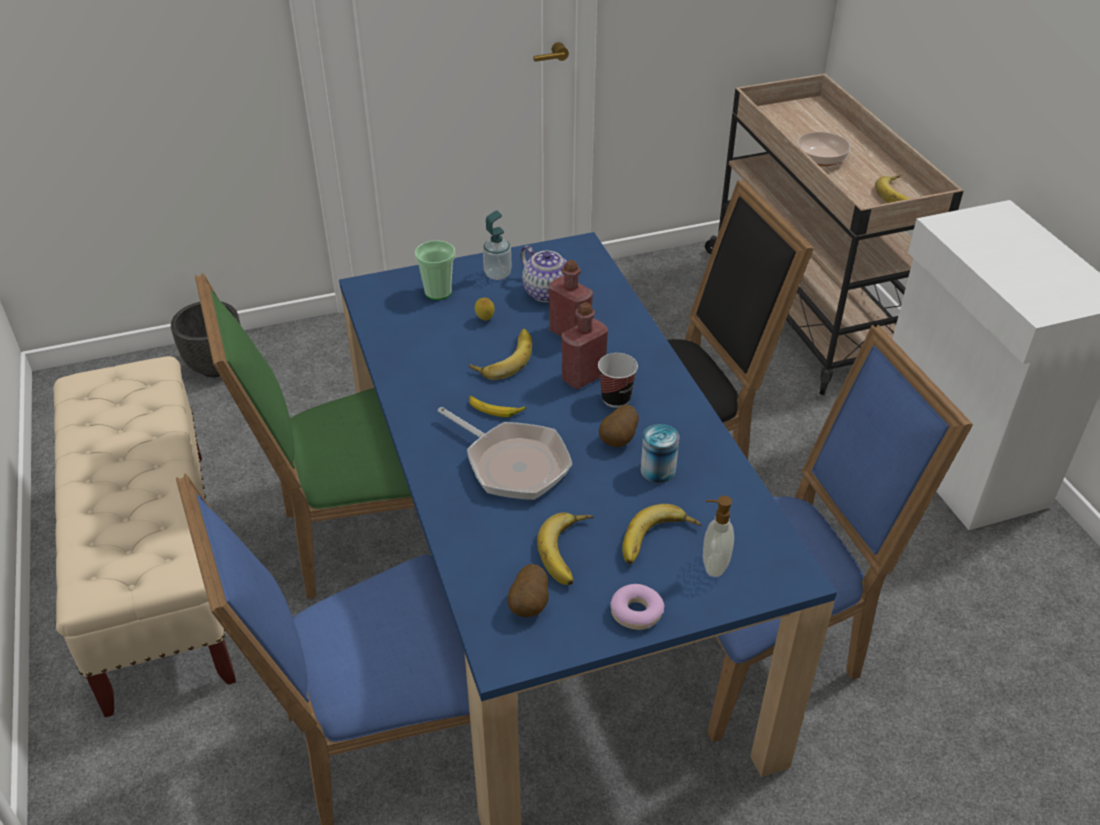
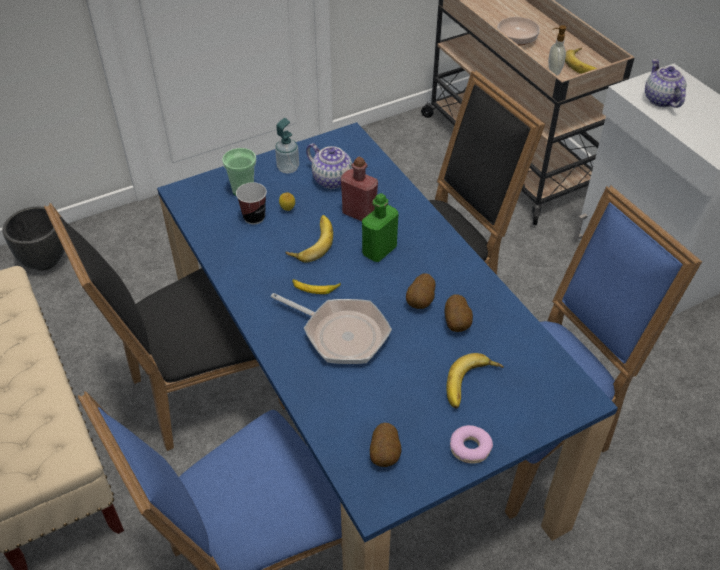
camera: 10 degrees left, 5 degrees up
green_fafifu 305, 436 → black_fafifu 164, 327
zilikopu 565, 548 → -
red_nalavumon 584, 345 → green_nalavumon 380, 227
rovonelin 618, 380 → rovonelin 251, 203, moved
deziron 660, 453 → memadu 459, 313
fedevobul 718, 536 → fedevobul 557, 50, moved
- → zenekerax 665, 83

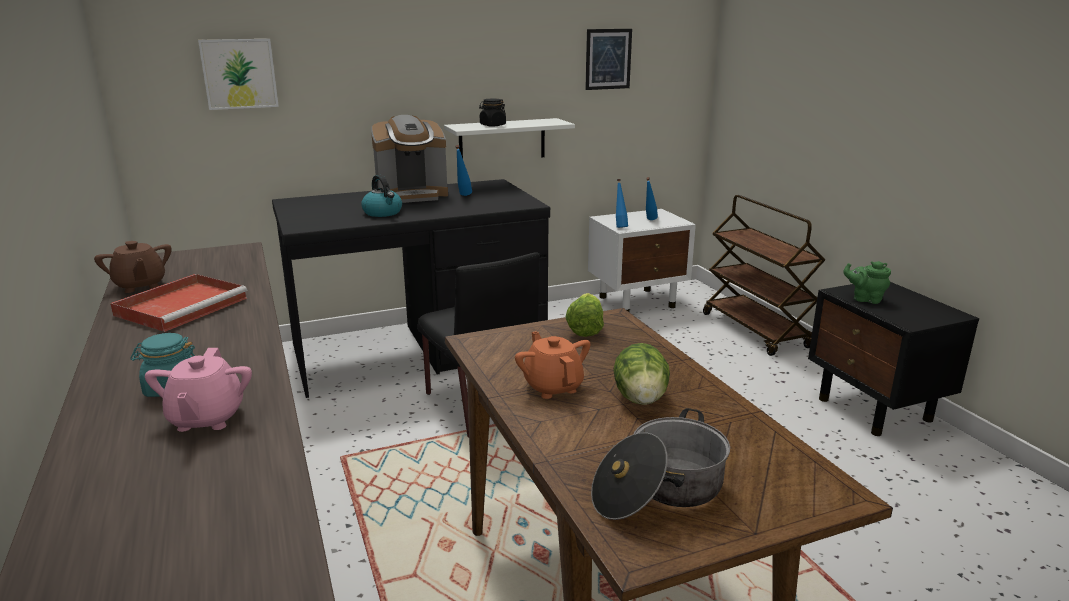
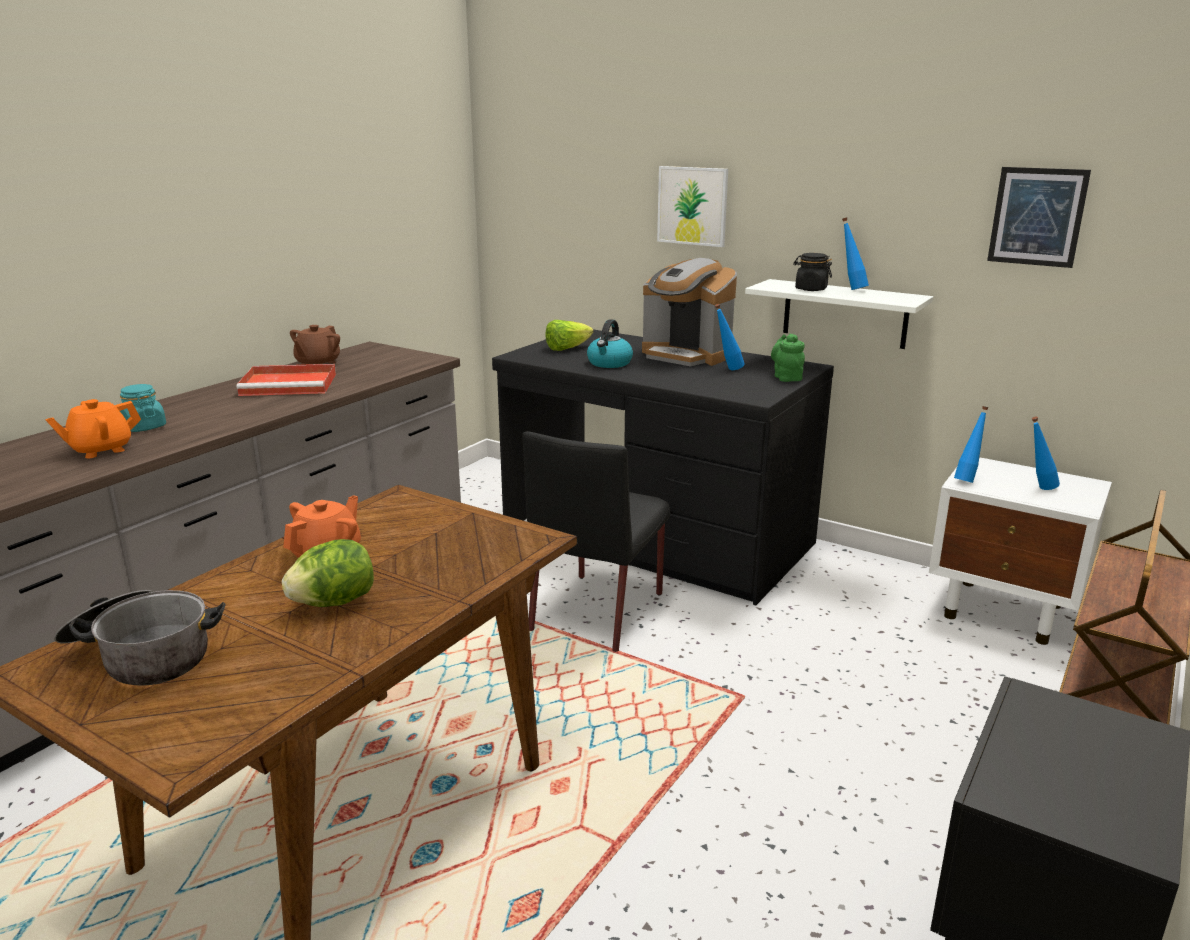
camera: 55 degrees right, 0 degrees up
pink_zenekerax 198, 390 → orange_zenekerax 93, 428
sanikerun 238, 74 → sanikerun 692, 206, moved
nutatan 584, 315 → nutatan 569, 335, moved
green_zenekerax 867, 282 → green_zenekerax 788, 357, moved
- → blue_nalavumon 855, 253

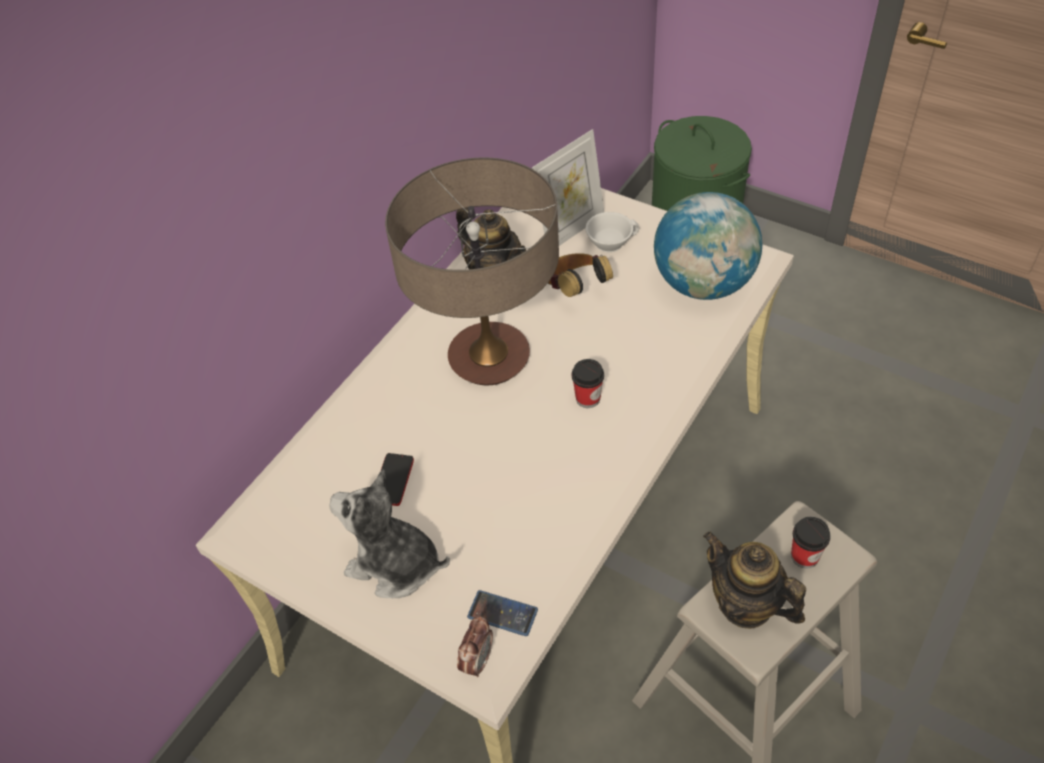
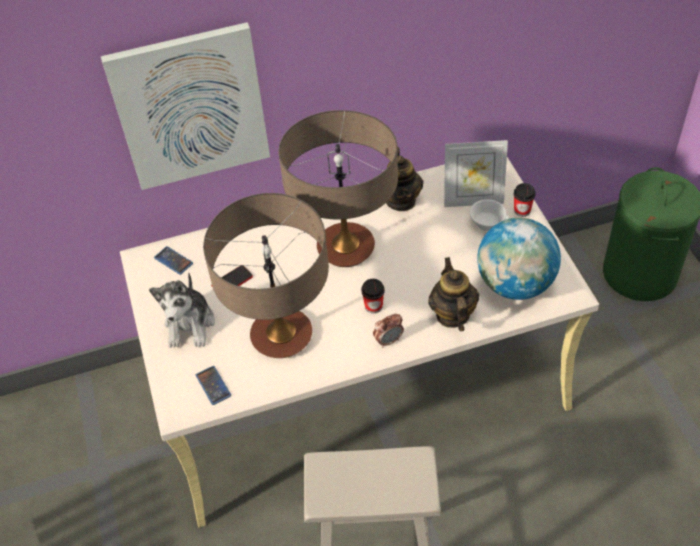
camera: 40 degrees right, 0 degrees up
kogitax 389, 533 → kogitax 182, 310, 150 degrees counterclockwise
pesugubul 475, 646 → pesugubul 388, 331, moved
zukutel 580, 275 → -
zenekerax 754, 580 → zenekerax 453, 294, moved
rovonelin 811, 542 → rovonelin 525, 200, moved
- → sanikerun 185, 106
- → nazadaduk 173, 260
- → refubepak 266, 275

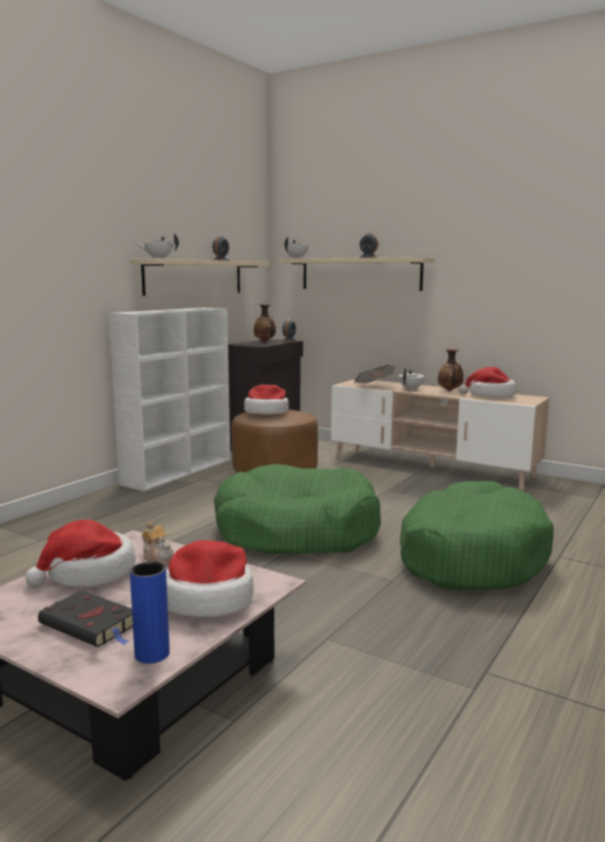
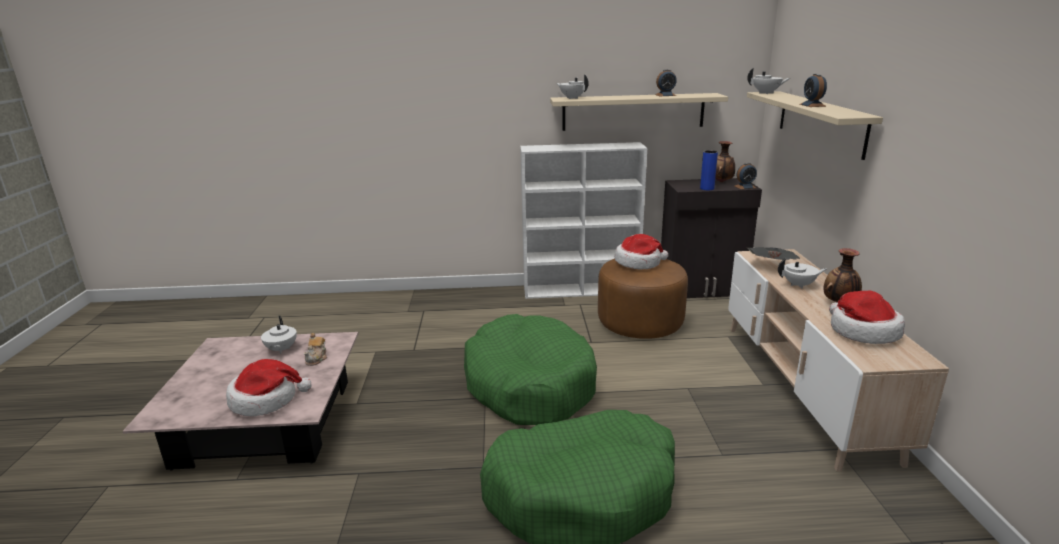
camera: 55 degrees right, 10 degrees up
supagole 80, 553 → white_zenekerax 279, 335
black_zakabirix 85, 618 → -
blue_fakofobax 150, 612 → blue_fakofobax 709, 170, moved

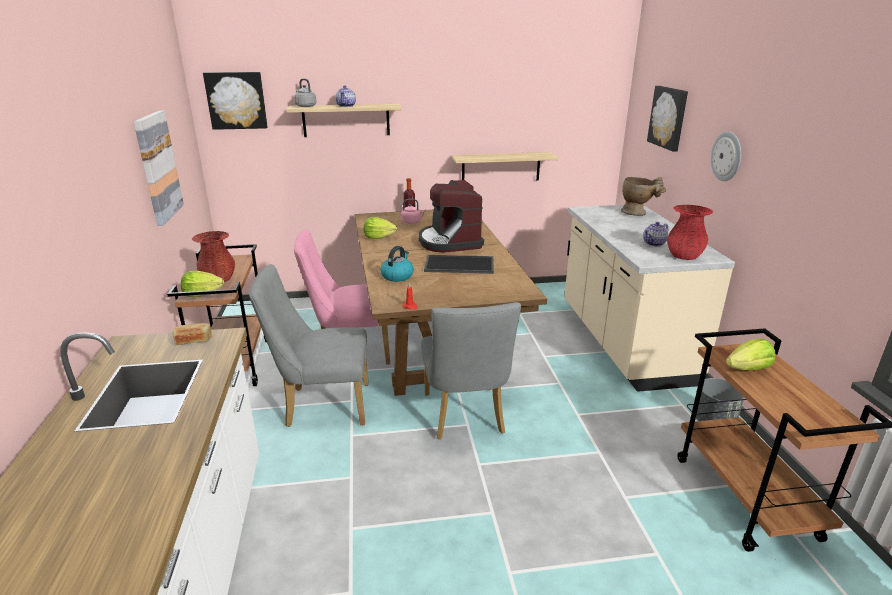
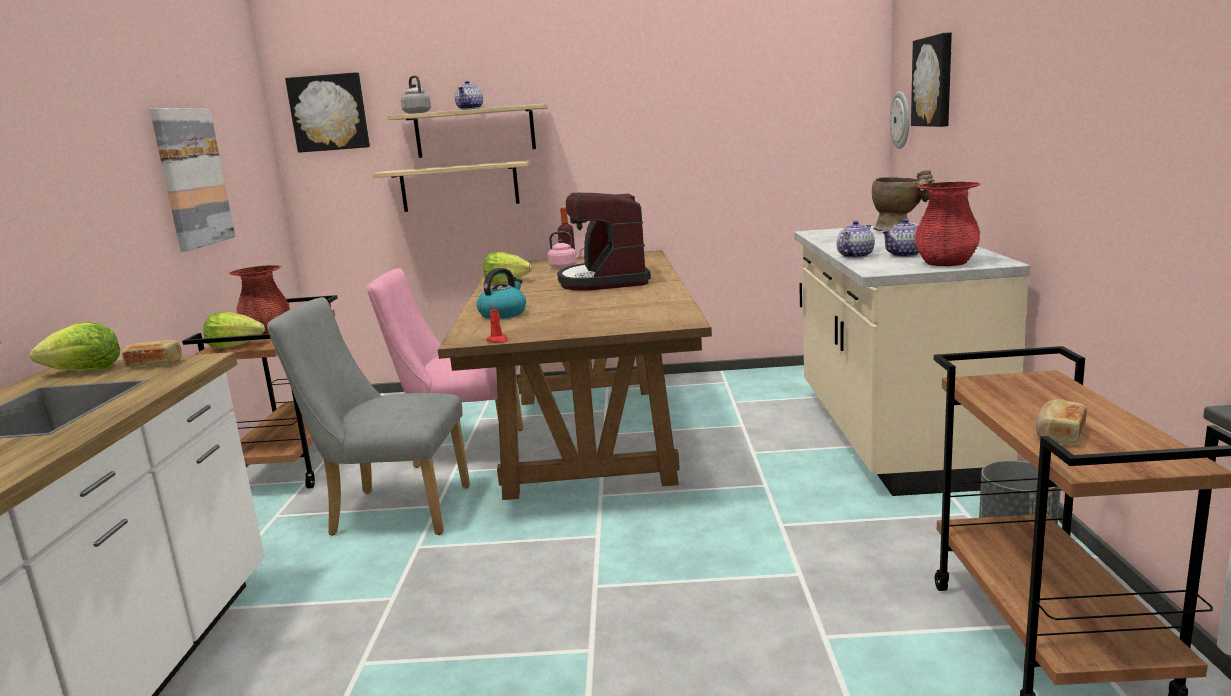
camera: 10 degrees right, 10 degrees down
grey_fafifu 471, 371 → -
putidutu 459, 264 → -
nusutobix 505, 166 → nusutobix 452, 186, moved
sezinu 726, 156 → sezinu 900, 120, moved
nutatan 751, 354 → nutatan 75, 346, moved
- → zenekerax 856, 239
- → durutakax 1061, 421

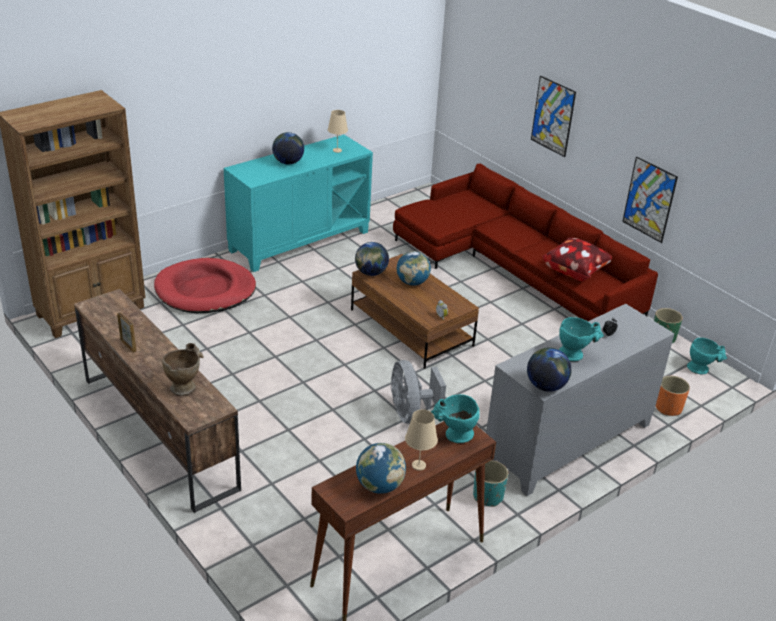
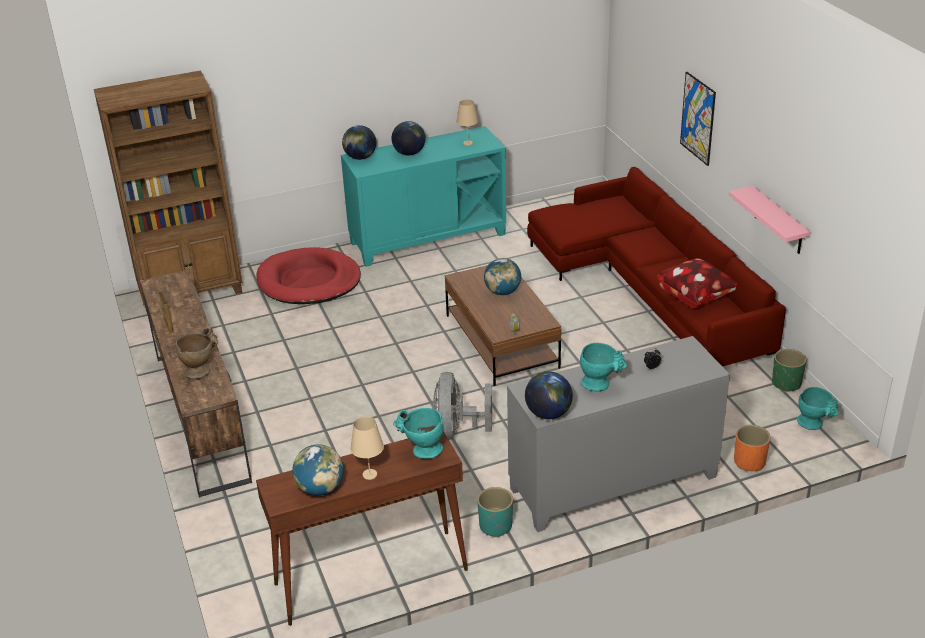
camera: 20 degrees right, 0 degrees up
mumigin 372, 259 → mumigin 359, 142, moved
sanikerun 650, 200 → pink_nusutobix 770, 220

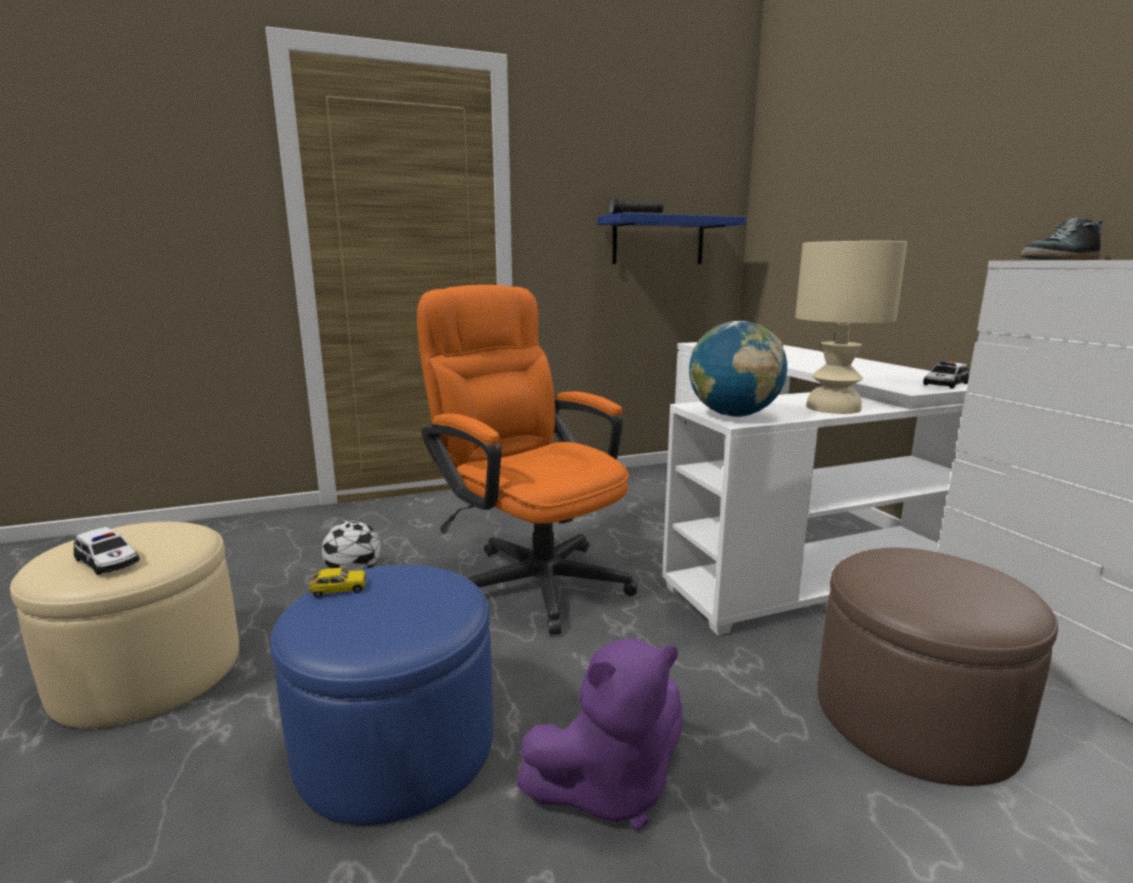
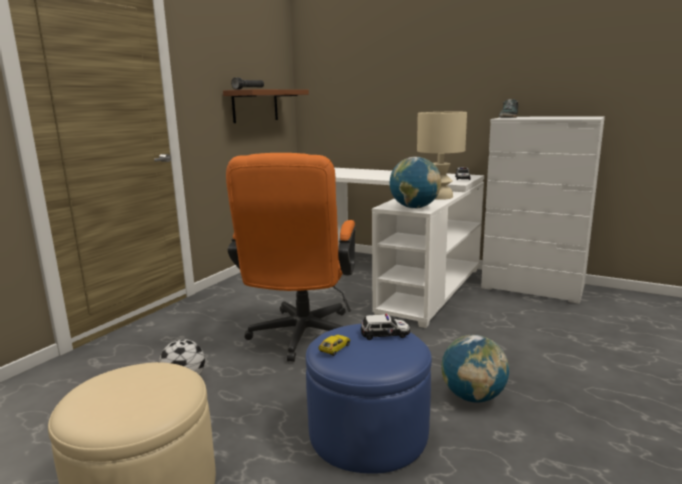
camera: 40 degrees left, 0 degrees up
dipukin 107, 551 → dipukin 385, 327, moved
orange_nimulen 527, 459 → orange_nimulen 291, 257, 90 degrees counterclockwise
purple_kogitax 599, 734 → mumigin 475, 368
blue_nusutobix 672, 238 → brown_nusutobix 266, 106
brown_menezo 937, 667 → -

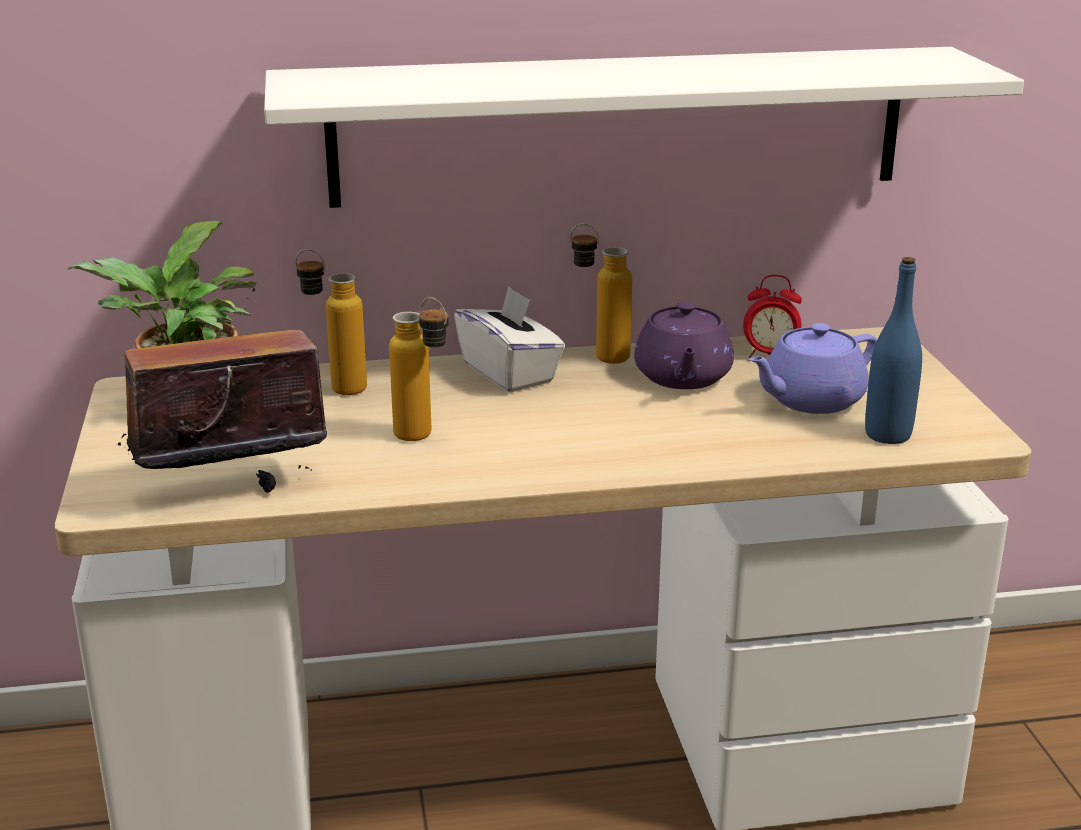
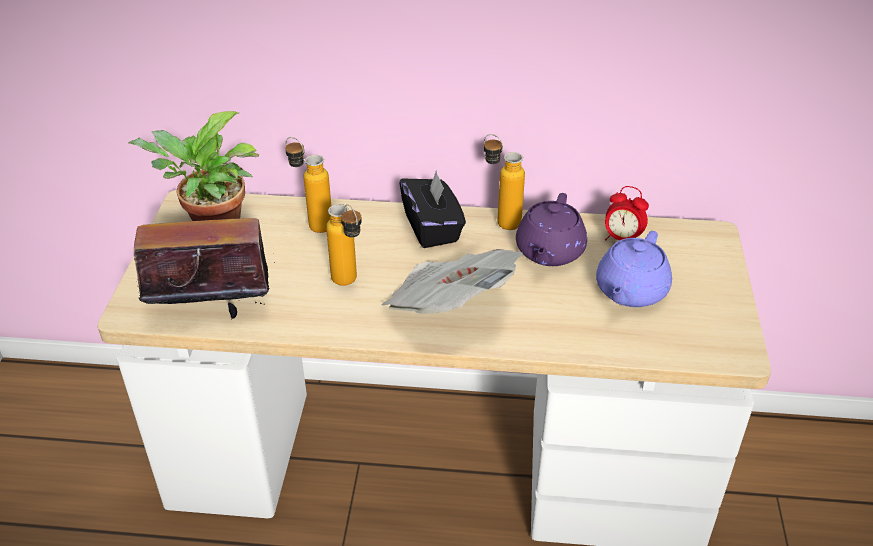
camera: 15 degrees right, 15 degrees up
white_nusutobix 644, 127 → -
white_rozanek 509, 339 → black_rozanek 432, 209
purple_zenekerax 813, 368 → purple_zenekerax 634, 269, 45 degrees counterclockwise
blue_nalavumon 893, 350 → -
- → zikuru 452, 281

